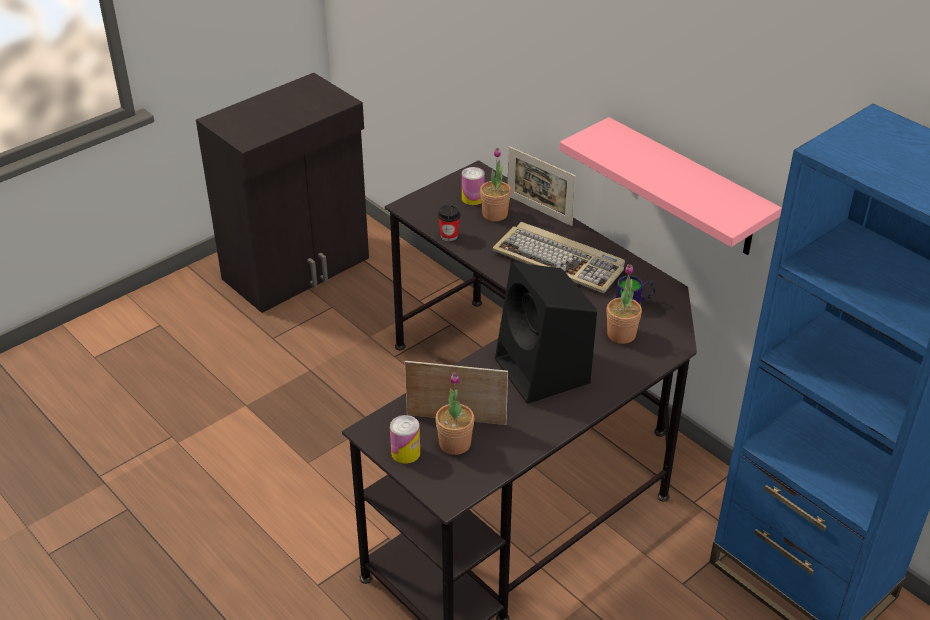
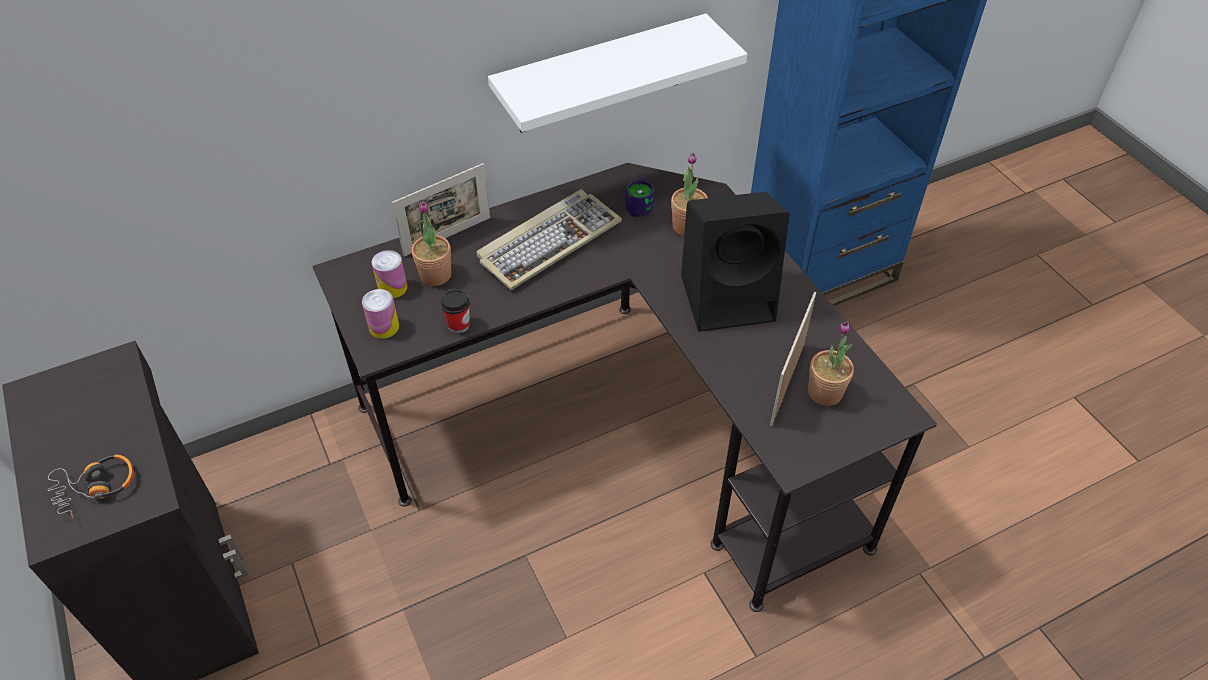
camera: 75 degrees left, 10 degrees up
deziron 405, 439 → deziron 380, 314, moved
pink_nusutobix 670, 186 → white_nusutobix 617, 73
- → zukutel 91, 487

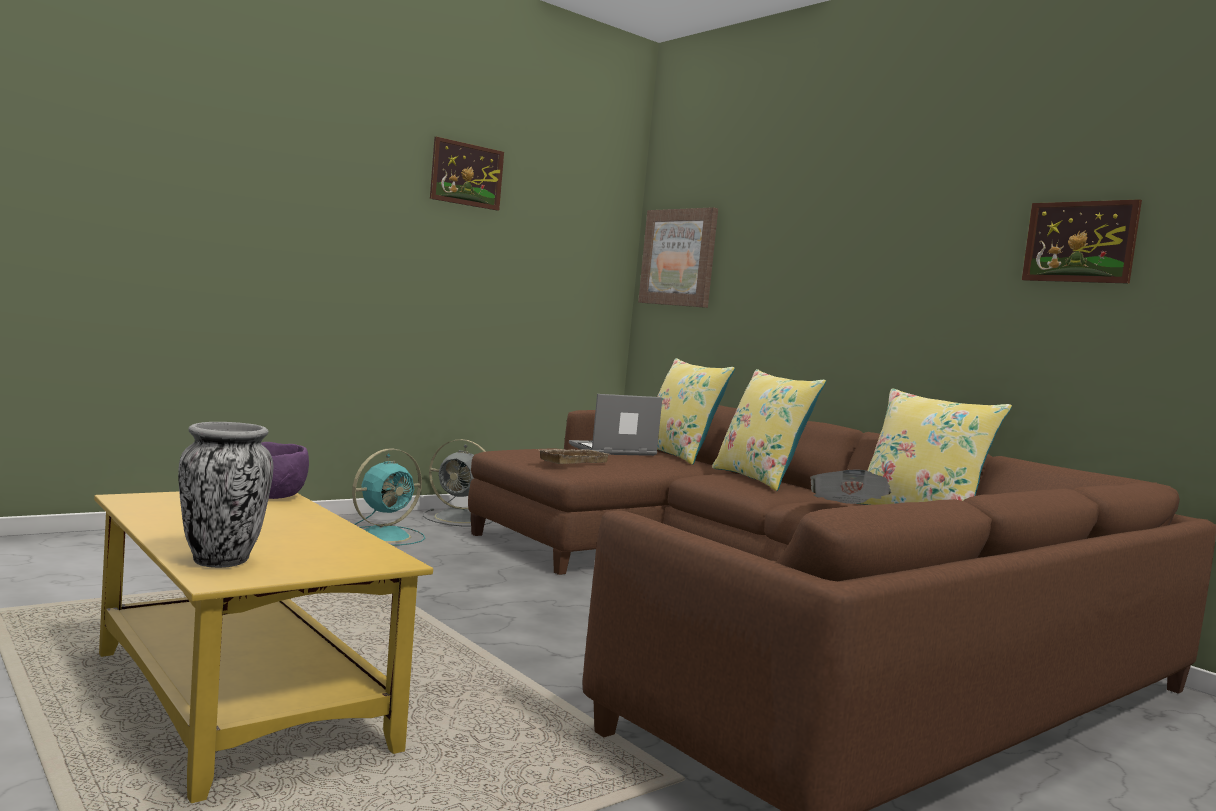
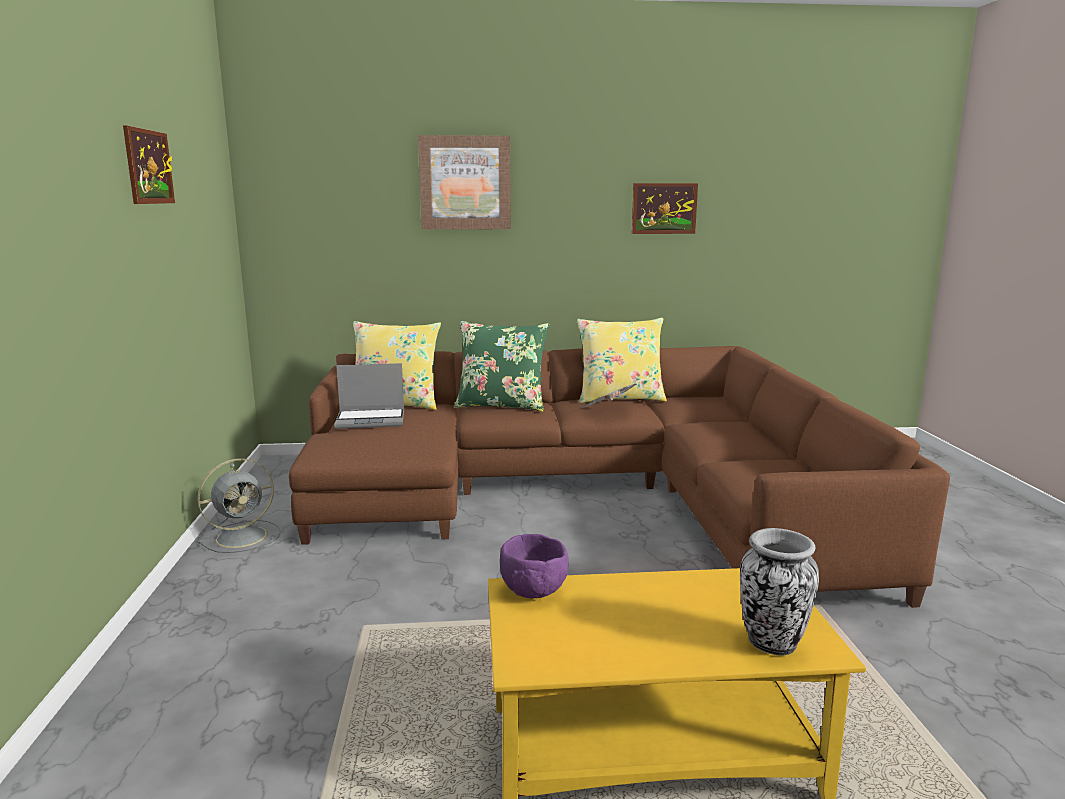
camera: 55 degrees left, 10 degrees up
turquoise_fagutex 388, 497 → -
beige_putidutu 573, 456 → -
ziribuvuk 615, 425 → ziribuvuk 369, 396, 105 degrees counterclockwise
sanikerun 678, 257 → sanikerun 464, 182, moved
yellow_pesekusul 769, 430 → green_pesekusul 502, 366

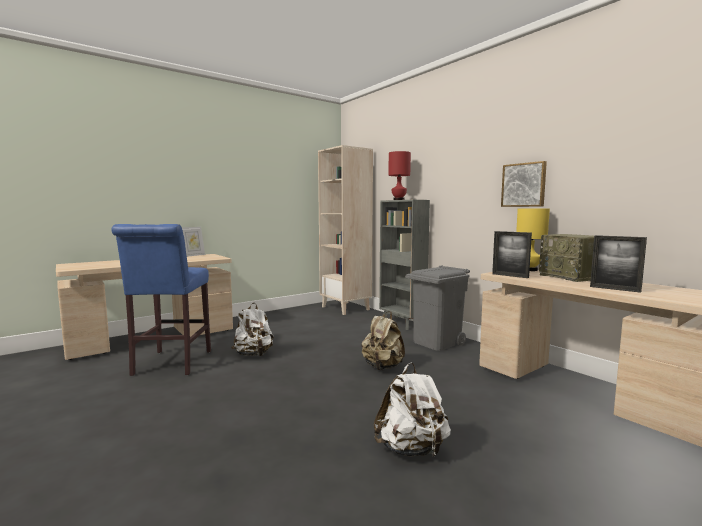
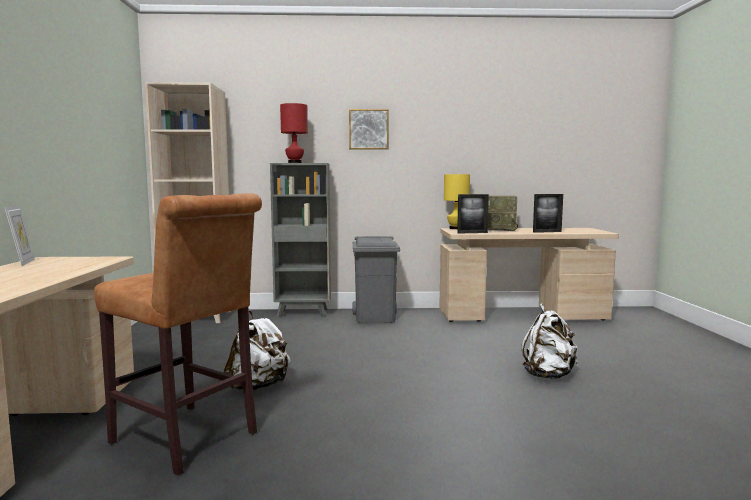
camera: 55 degrees left, 0 degrees up
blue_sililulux 161, 300 → brown_sililulux 178, 334
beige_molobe 383, 340 → -
sanikerun 524, 184 → sanikerun 369, 129, moved

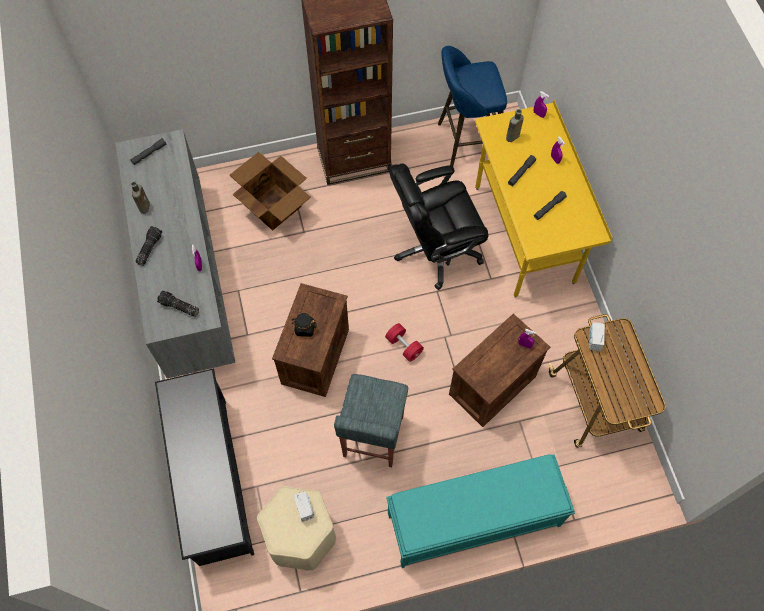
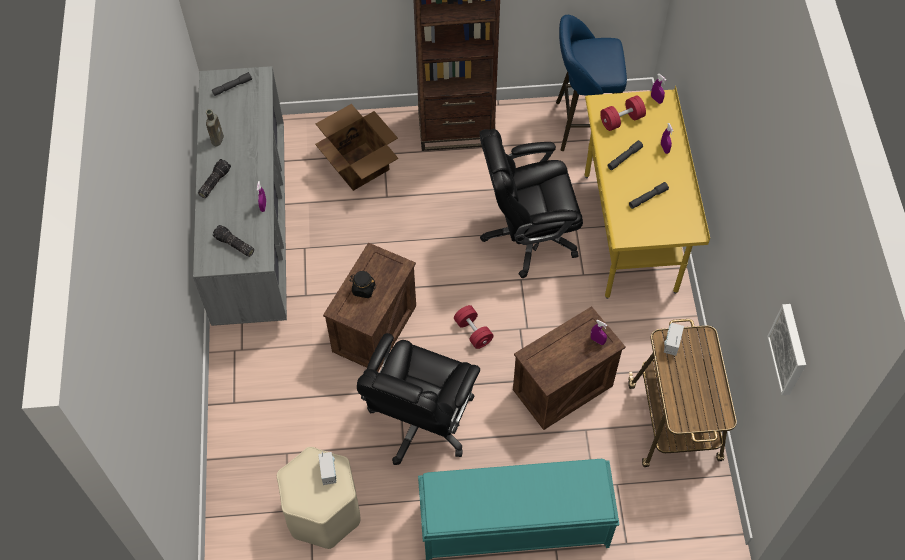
camera: 10 degrees right, 5 degrees down
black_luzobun 204, 467 → -
grey_sililulux 371, 421 → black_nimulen 418, 399
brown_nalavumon 515, 125 → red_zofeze 623, 113
- → sanikerun 786, 349

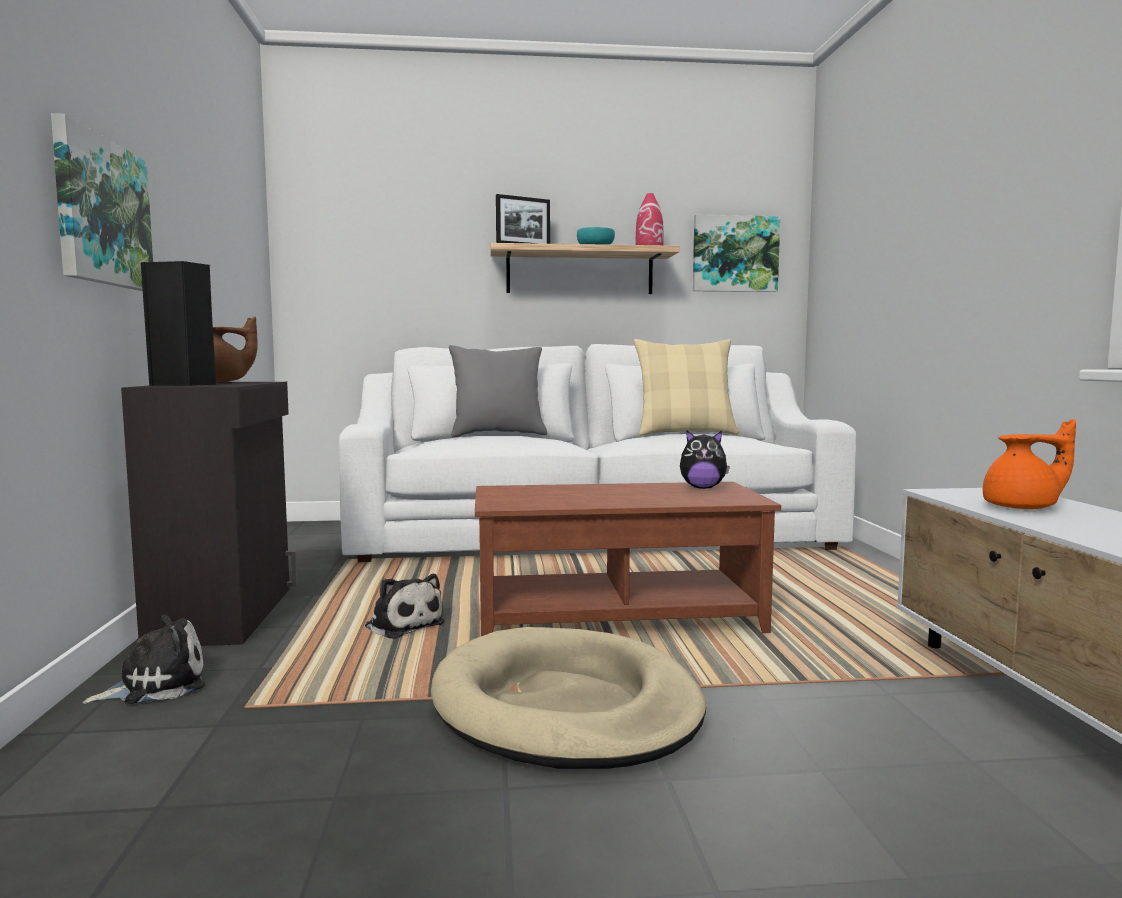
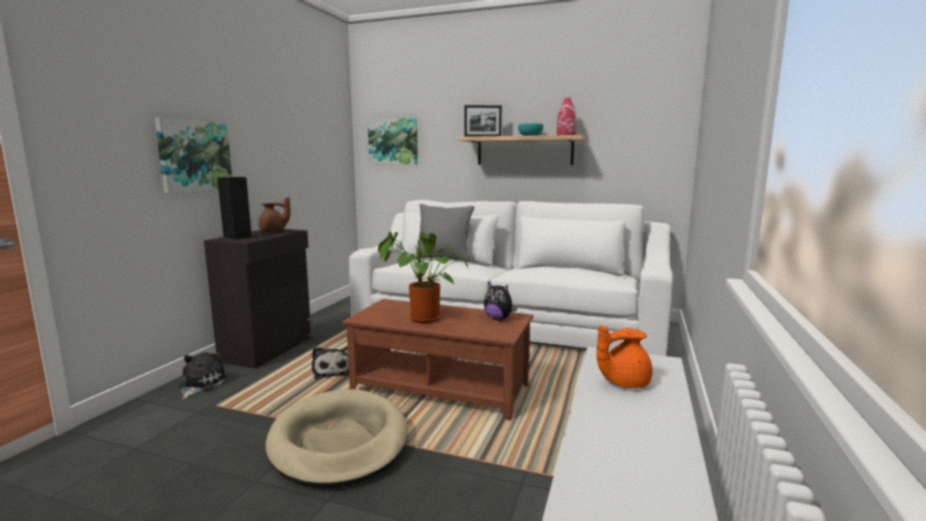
camera: 25 degrees right, 5 degrees up
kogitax 143, 659 → kogitax 203, 375, 75 degrees counterclockwise
beige_pesekusul 686, 387 → -
sanikerun 736, 253 → sanikerun 393, 141, moved
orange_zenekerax 1029, 464 → orange_zenekerax 624, 356, 135 degrees clockwise
- → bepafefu 423, 277

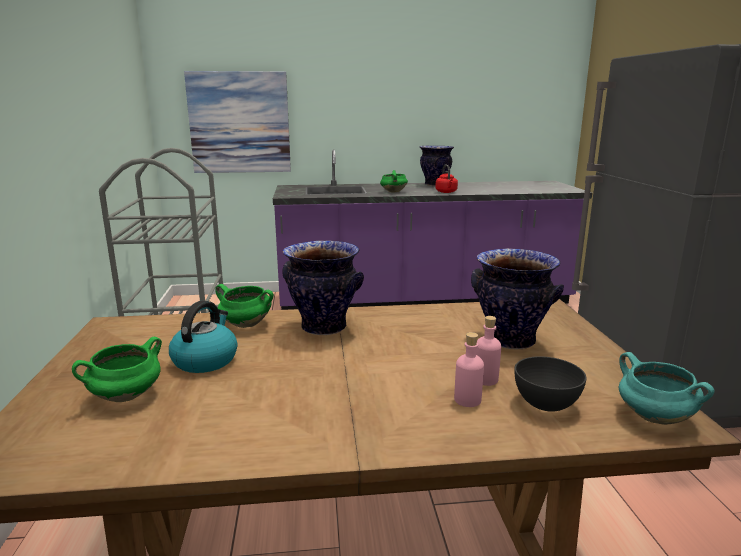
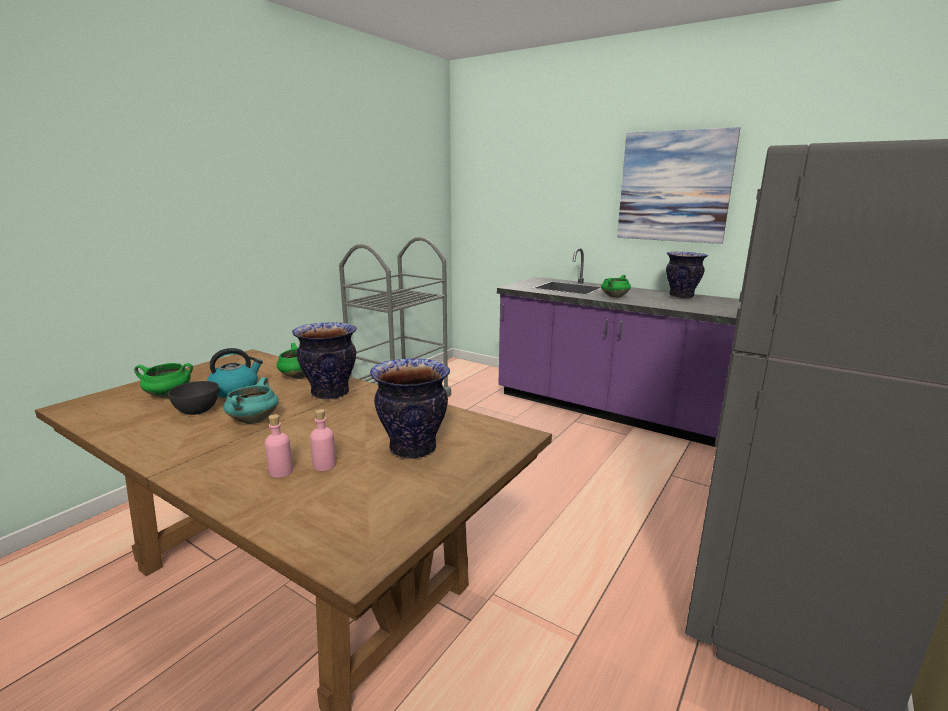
camera: 40 degrees right, 0 degrees up
sanikerun 237, 122 → sanikerun 678, 185, moved
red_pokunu 446, 178 → -
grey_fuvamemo 550, 384 → grey_fuvamemo 193, 398, moved
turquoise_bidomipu 667, 388 → turquoise_bidomipu 251, 400, moved

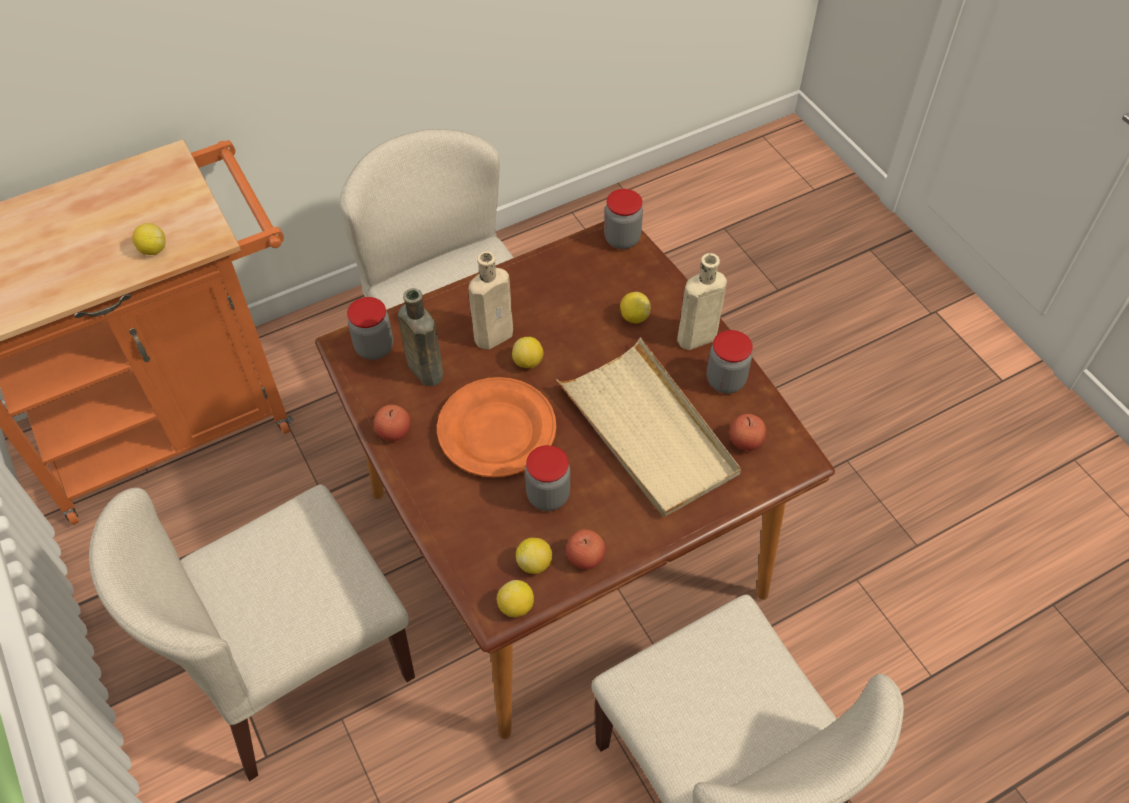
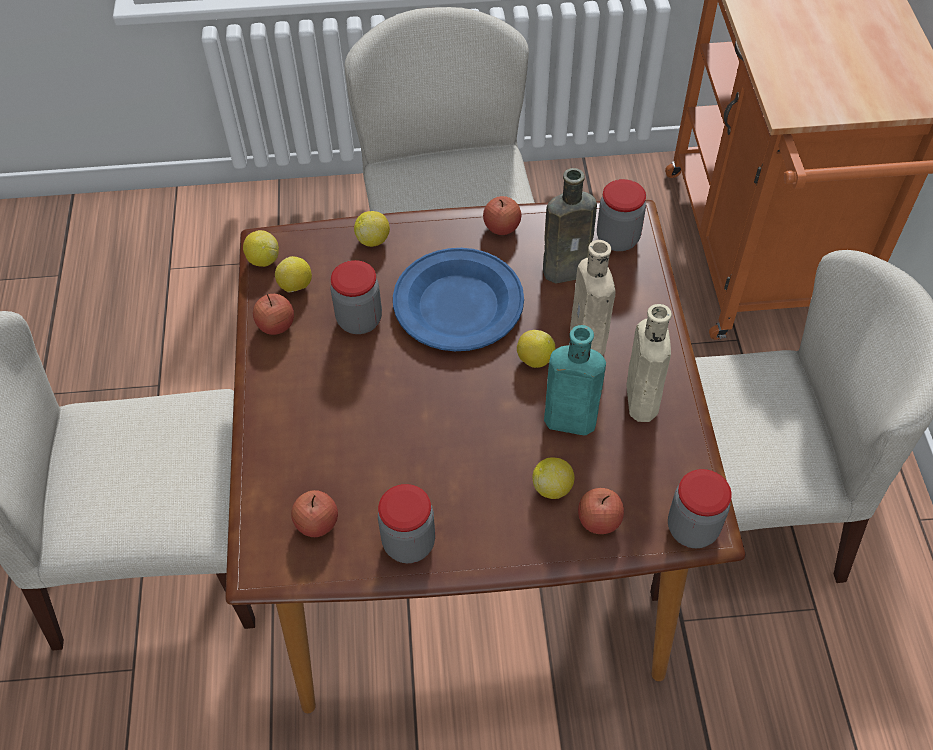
camera: 115 degrees right, 0 degrees up
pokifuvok 149, 239 → pokifuvok 372, 229, moved
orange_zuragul 496, 427 → blue_zuragul 458, 299
beige_putidutu 648, 427 → -
beige_nalavumon 702, 301 → beige_nalavumon 649, 363, moved
- → turquoise_nalavumon 575, 380
- → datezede 601, 511

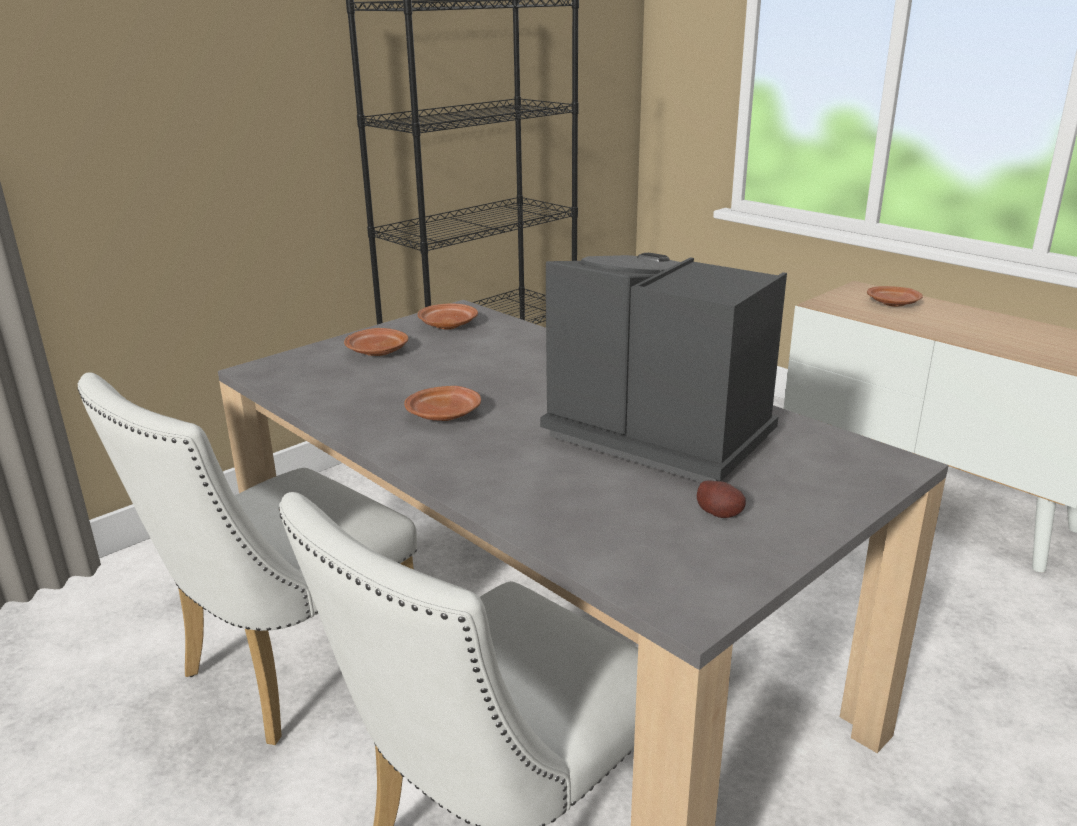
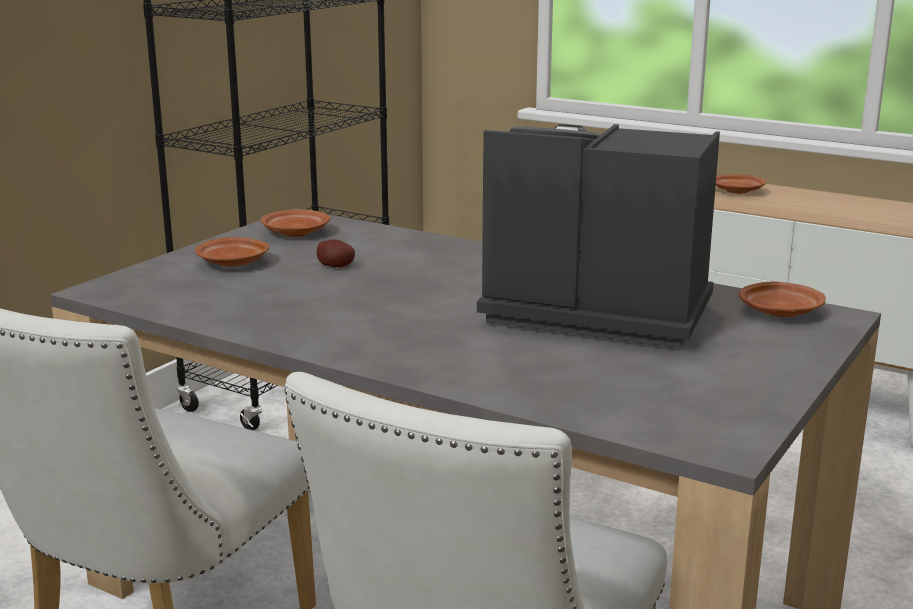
camera: 15 degrees left, 5 degrees down
brown_zuragul 442, 403 → brown_zuragul 782, 299, moved
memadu 721, 499 → memadu 336, 254, moved

